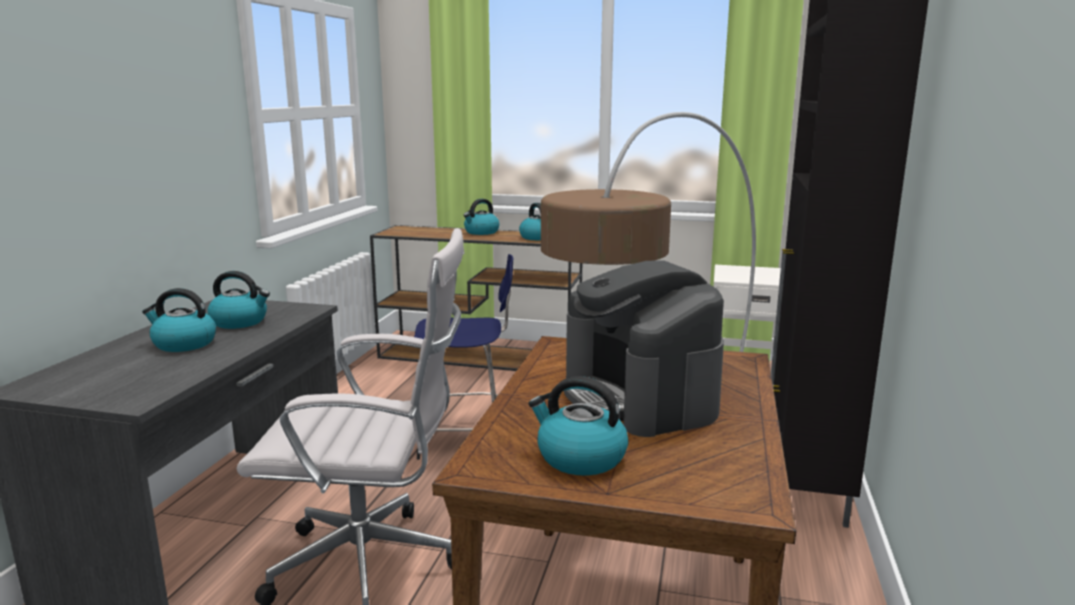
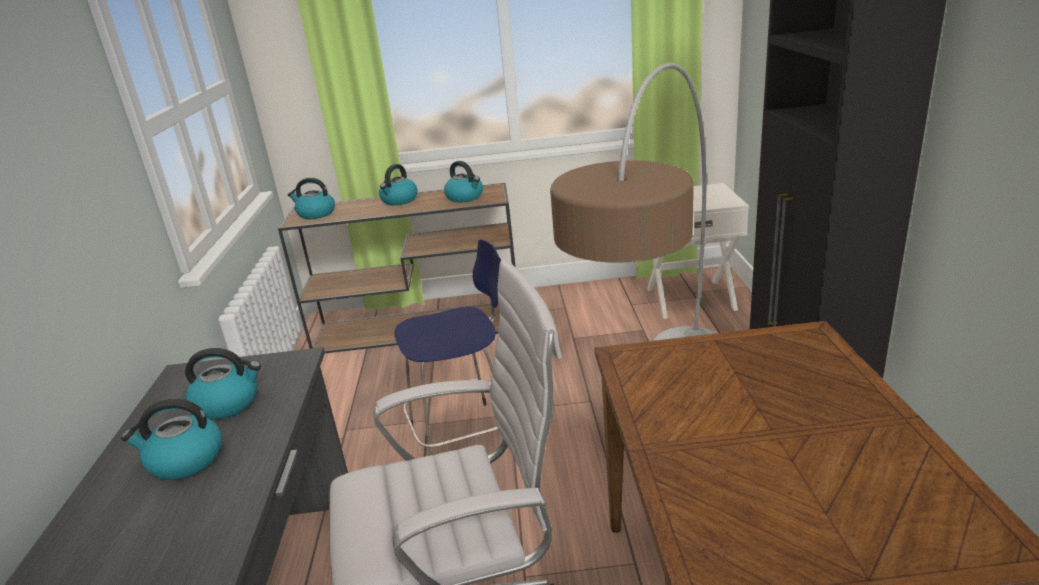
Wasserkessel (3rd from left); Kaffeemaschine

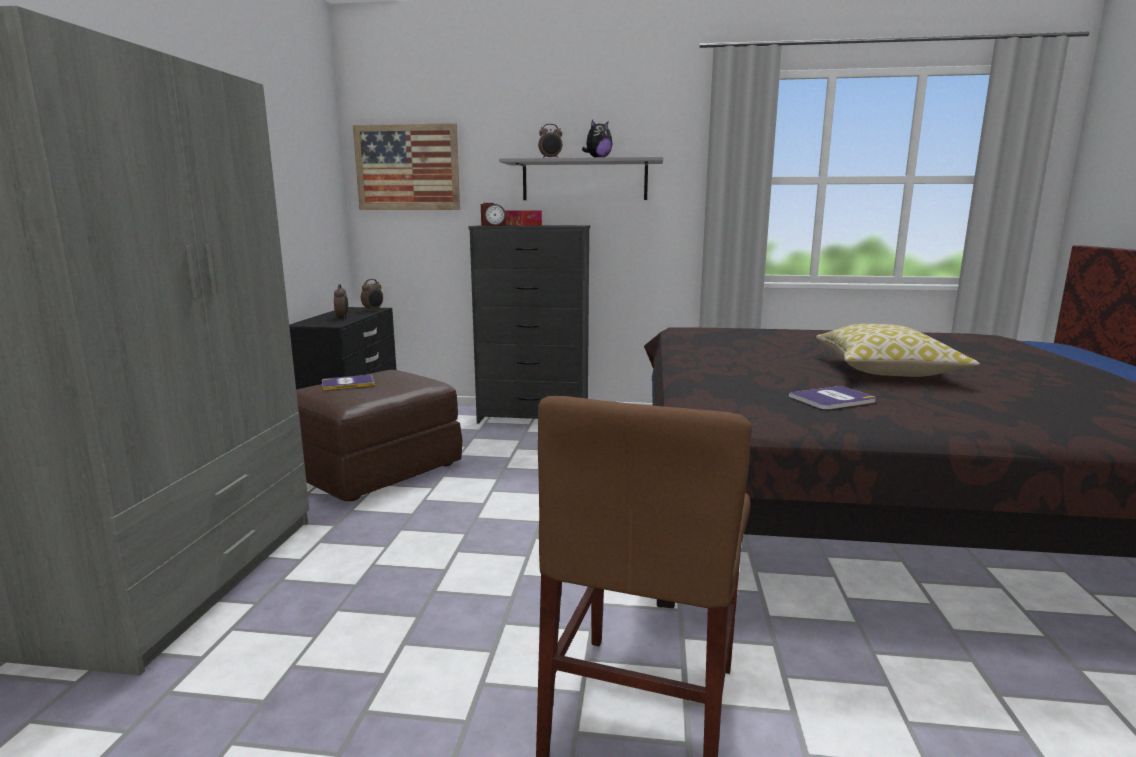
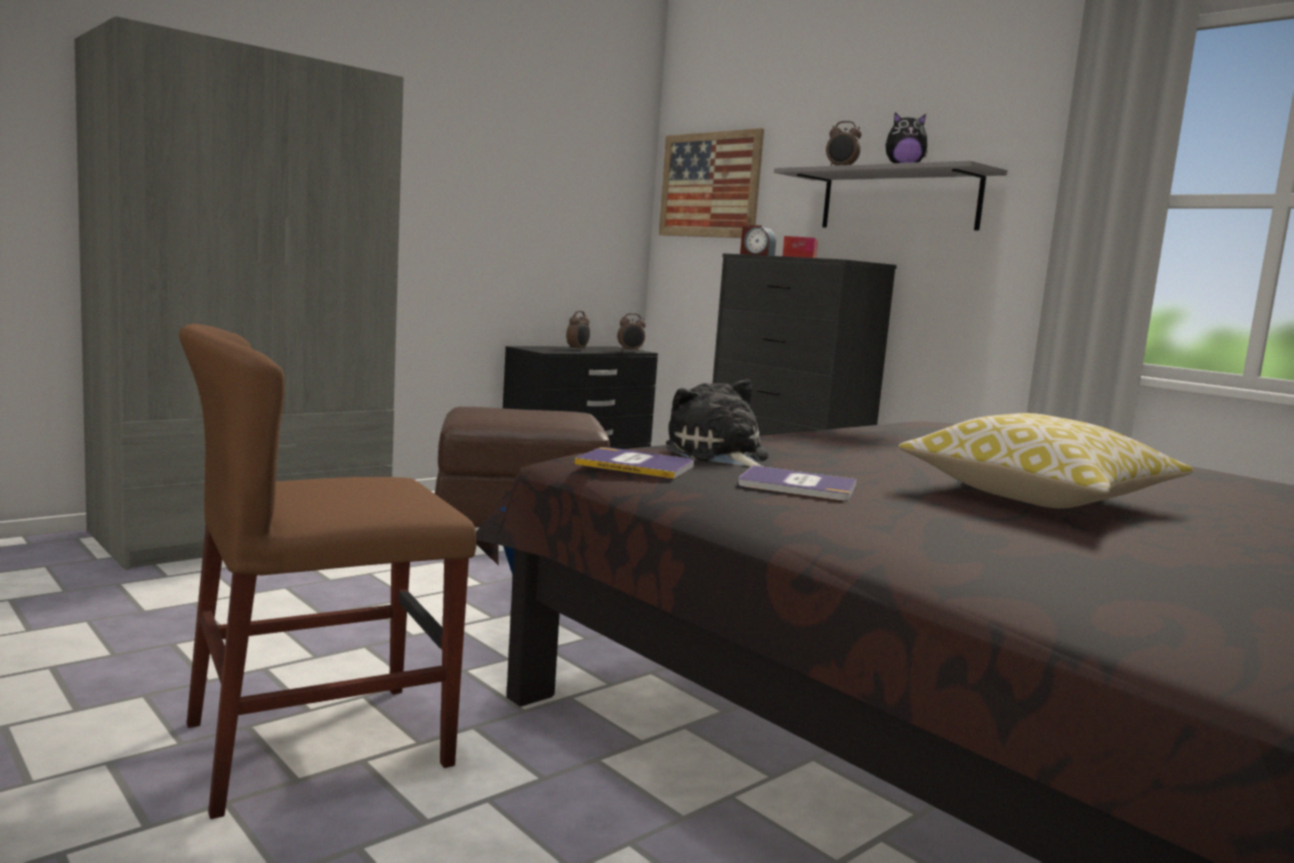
Buch (1st from left); Plüschtier (1st from left)

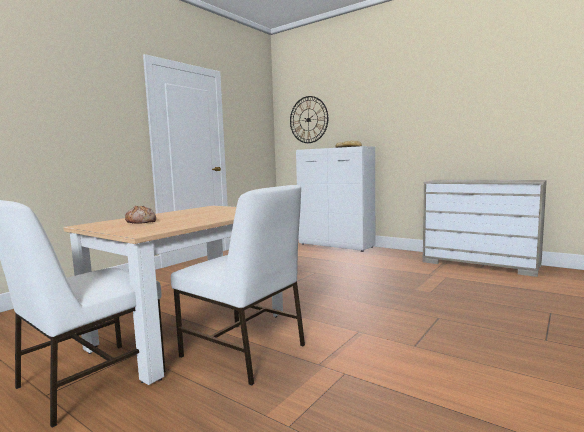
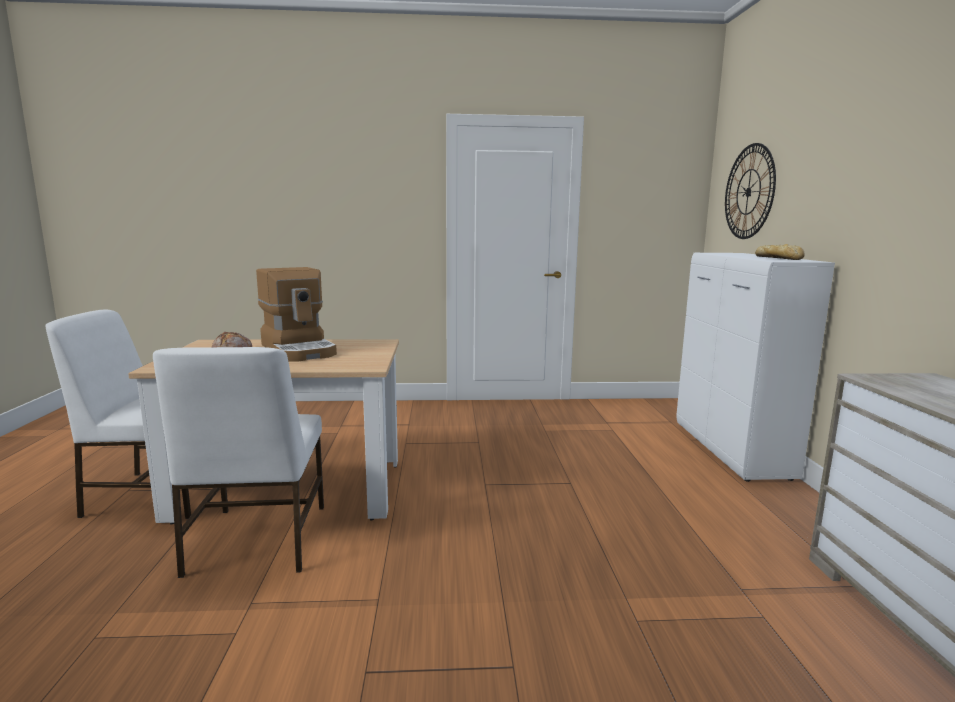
Kaffeemaschine

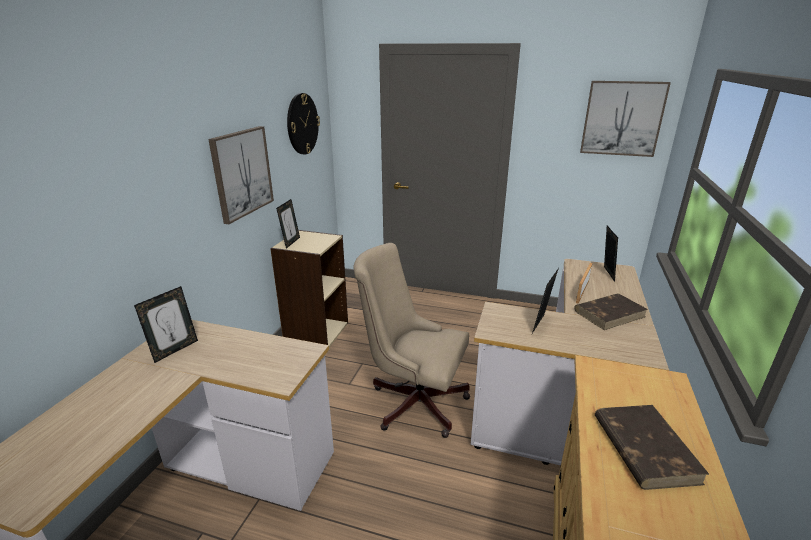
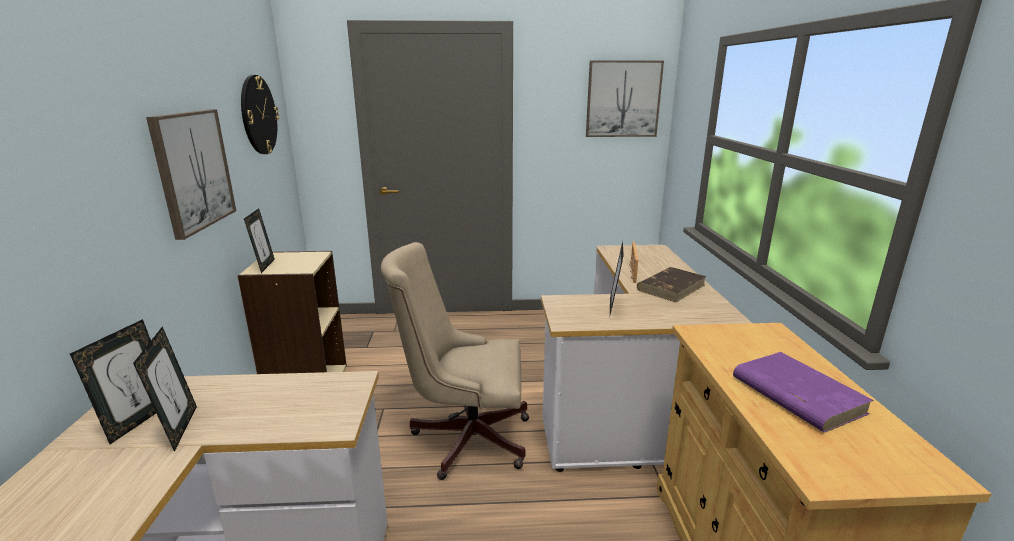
Buch [lila]; Bilderrahmen (2nd from left)

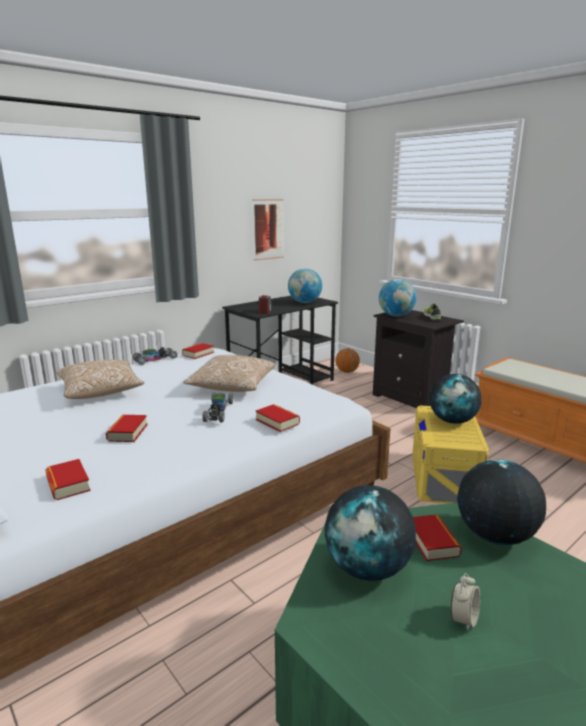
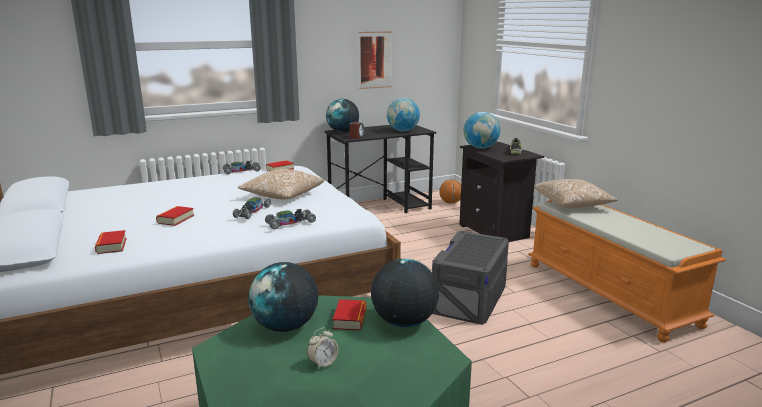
Kissen (2nd from left); Spielzeugauto (3rd from left); Aufbewahrungsbox [grau]; Globus (2nd from left)

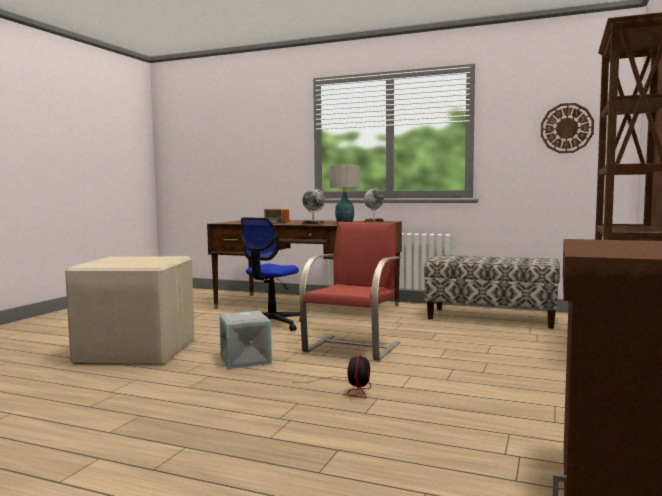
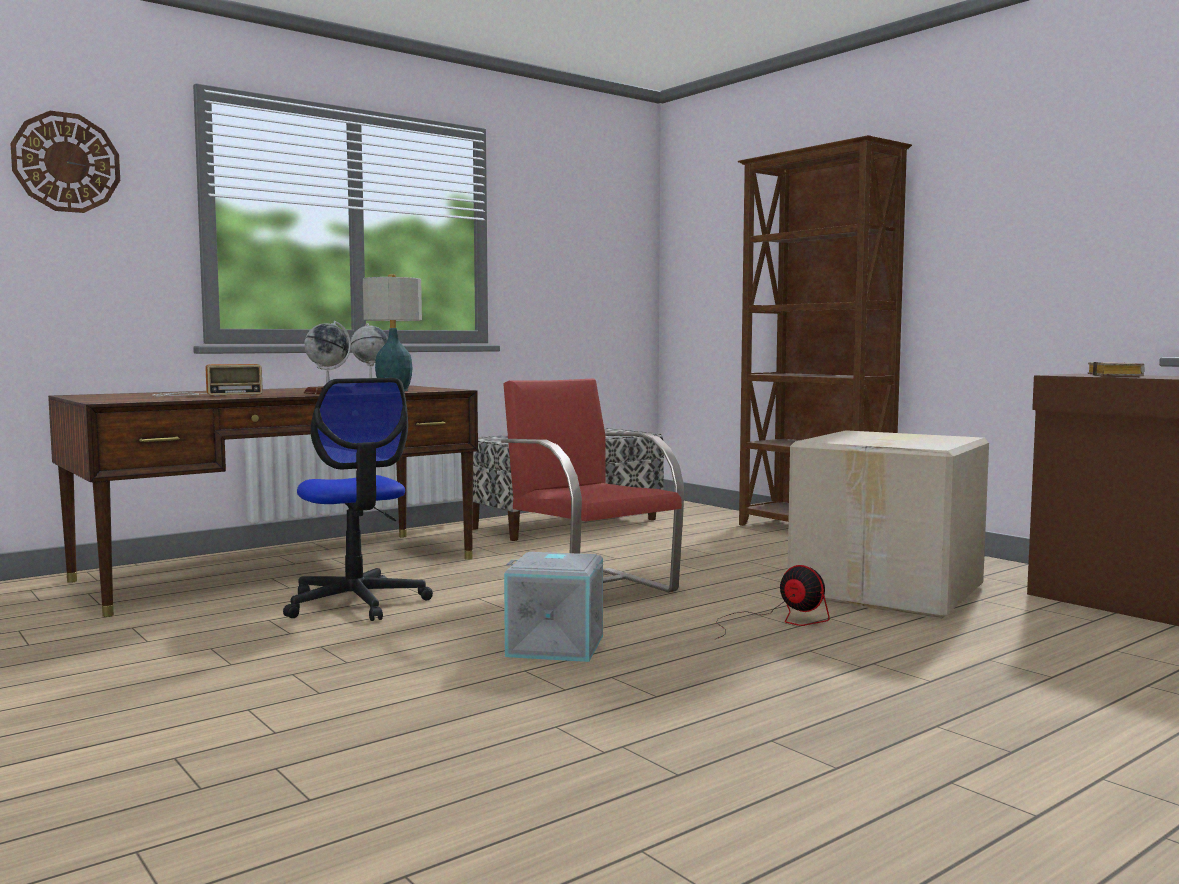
Karton; Wanduhr; Buch

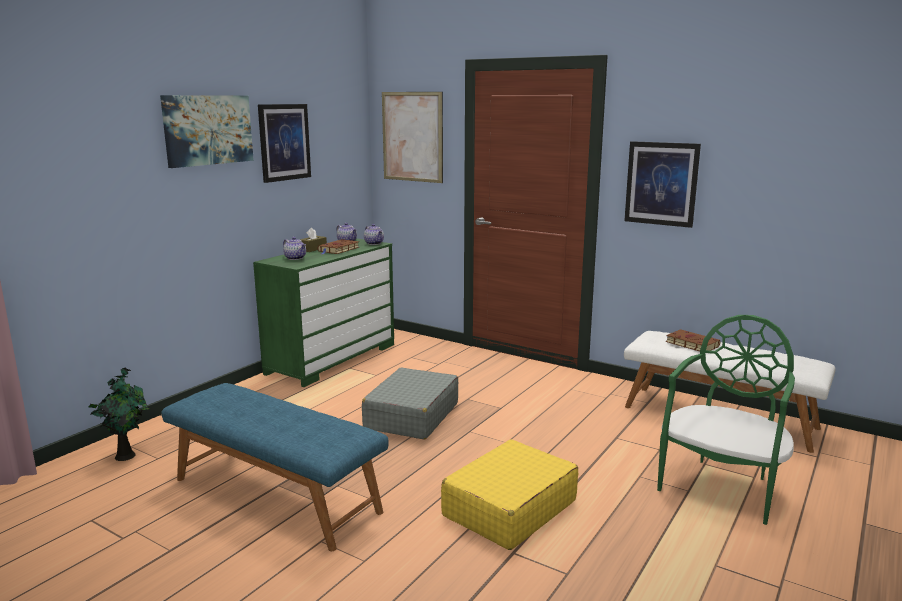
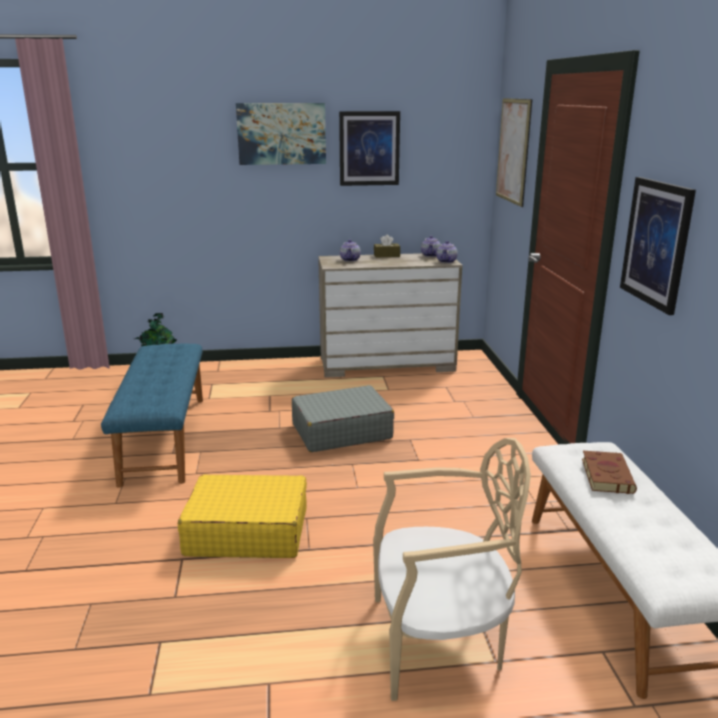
Kommode [beige]; Buch [braun] (1st from left in the first image); Stuhl [beige]

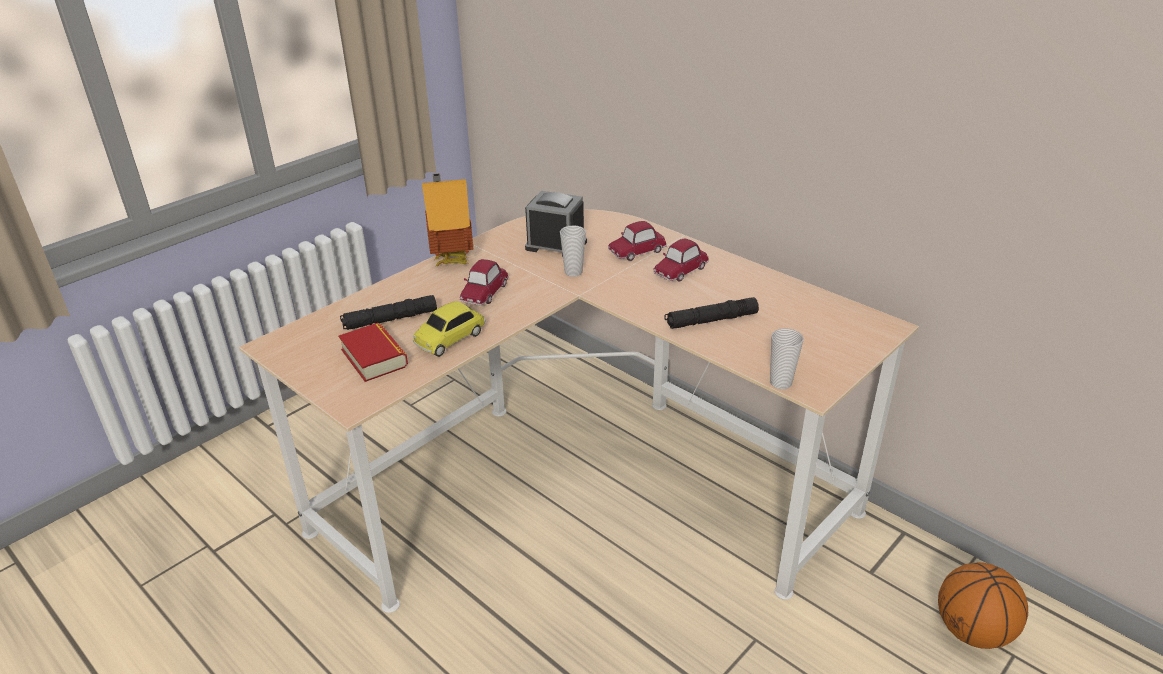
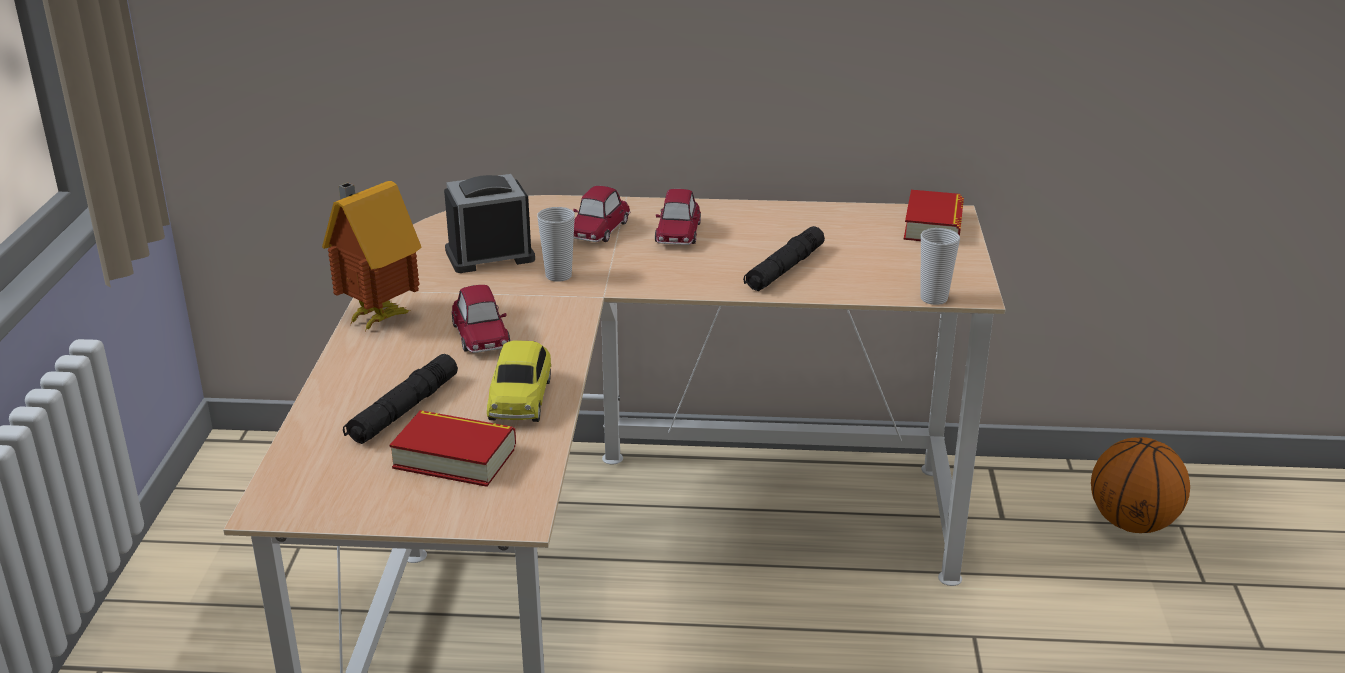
Buch (2nd from left)

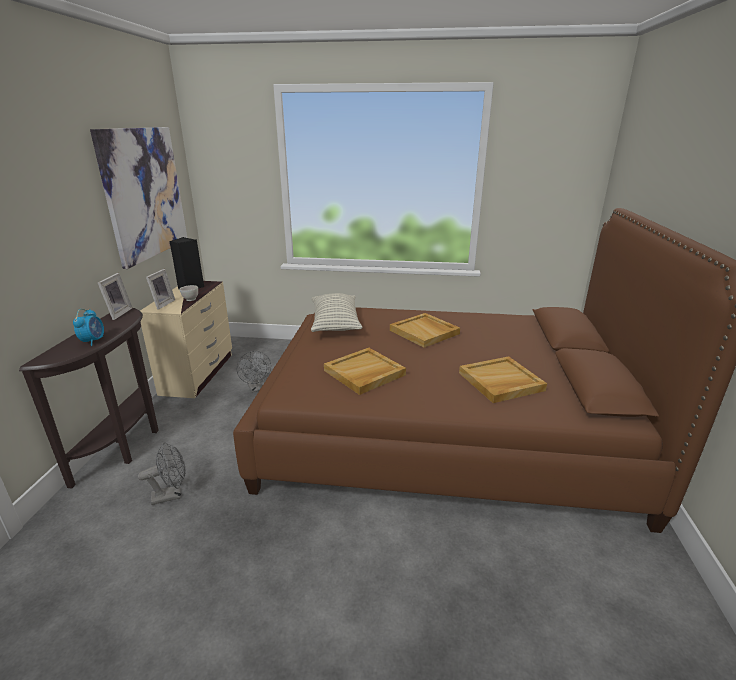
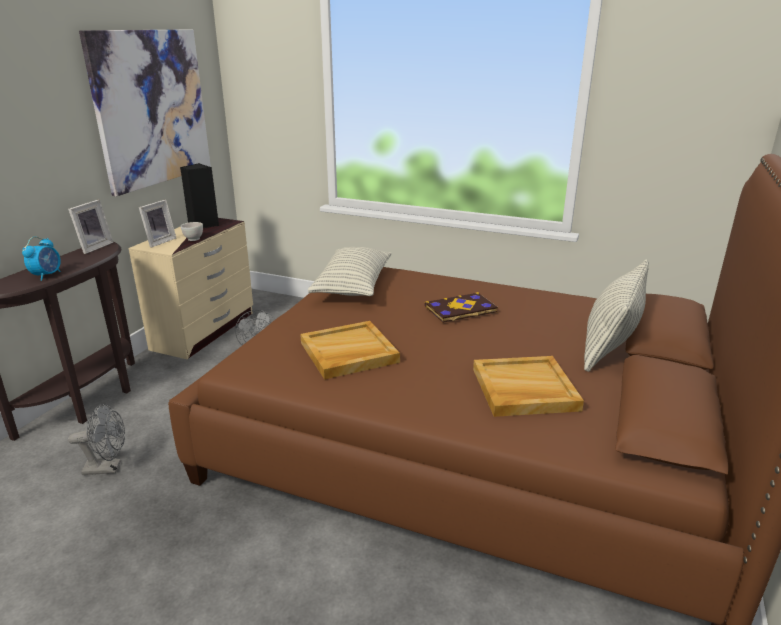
Buch; Kissen (2nd from left)

